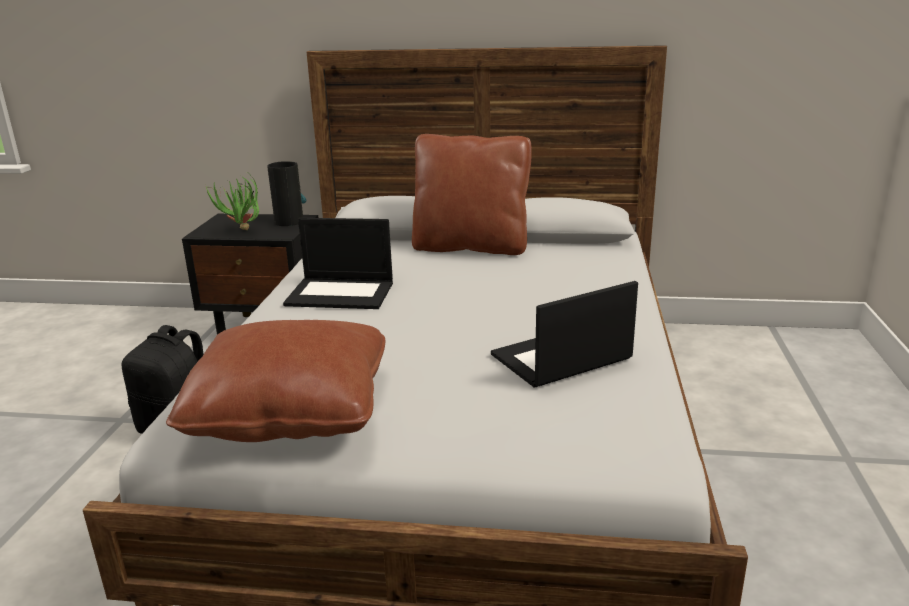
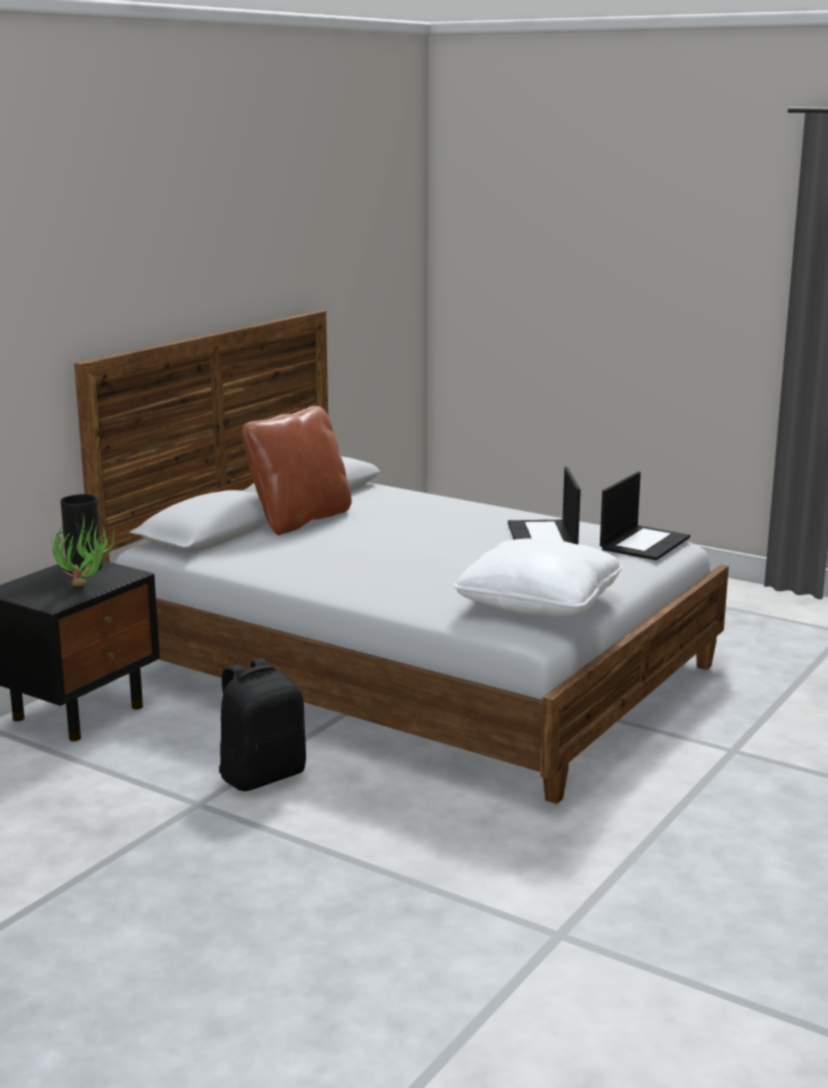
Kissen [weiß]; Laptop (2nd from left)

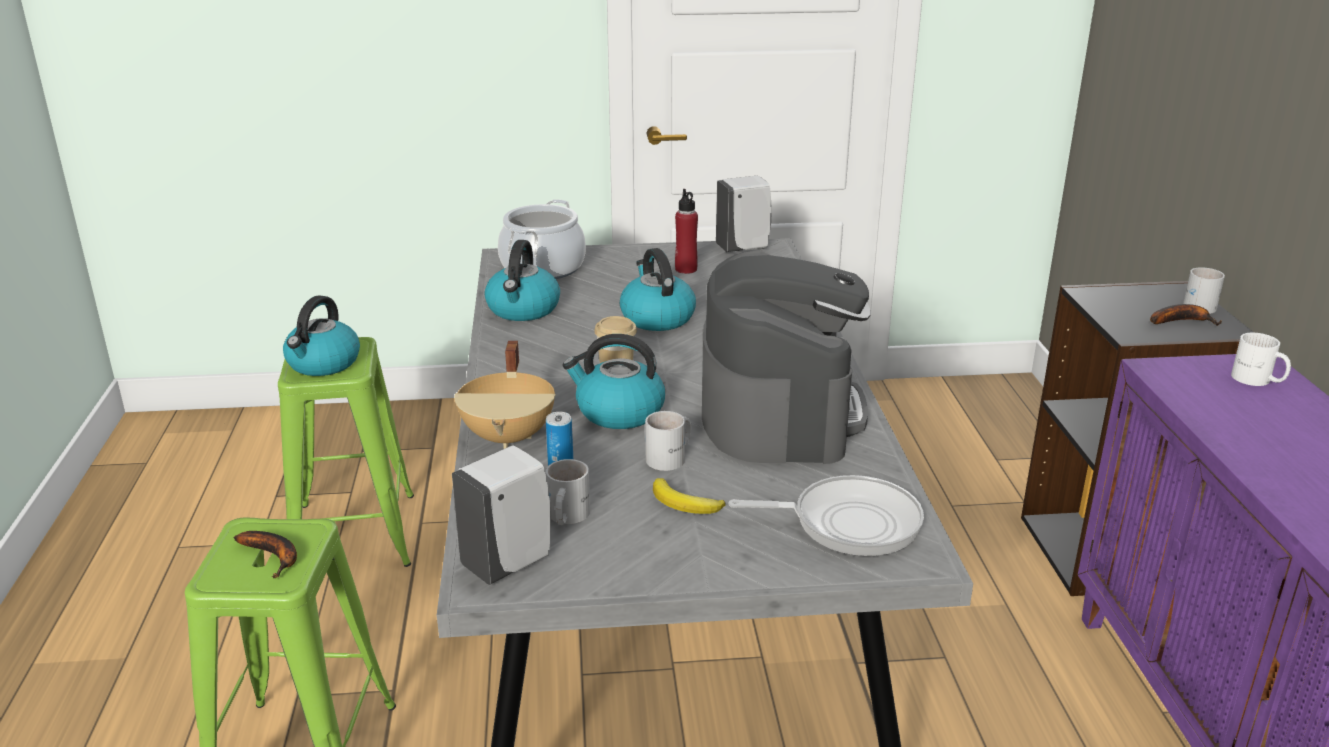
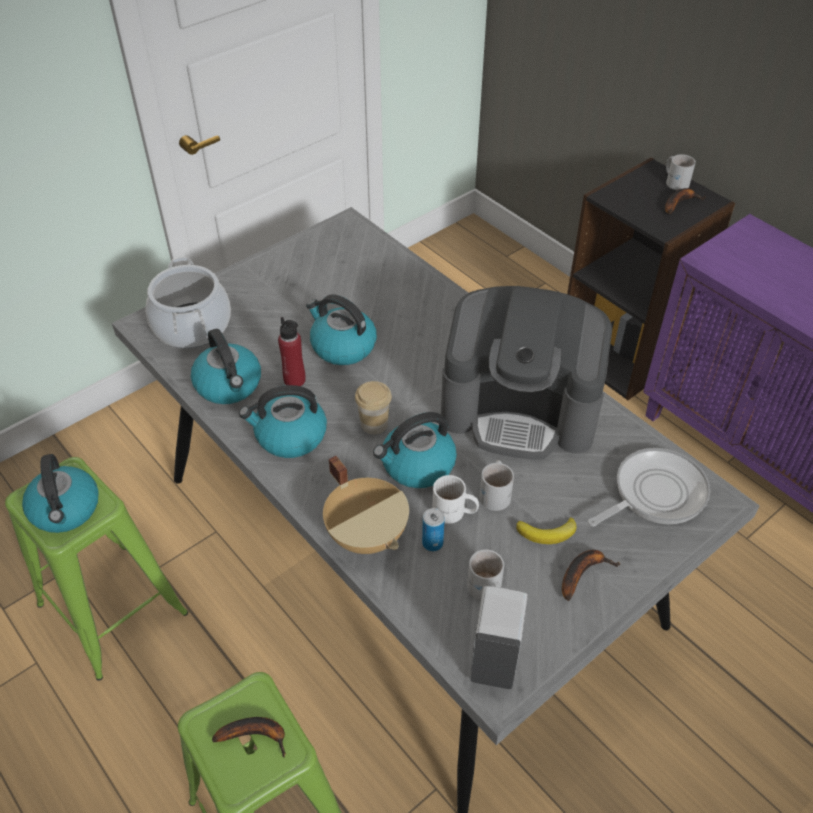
Flasche [rot]; Kaffeemaschine; Seifenspender [weiß] (2nd from left in the first image); Henkelbecher [weiß] (1st from left); Wasserkessel (3rd from left); Banane (3rd from left)

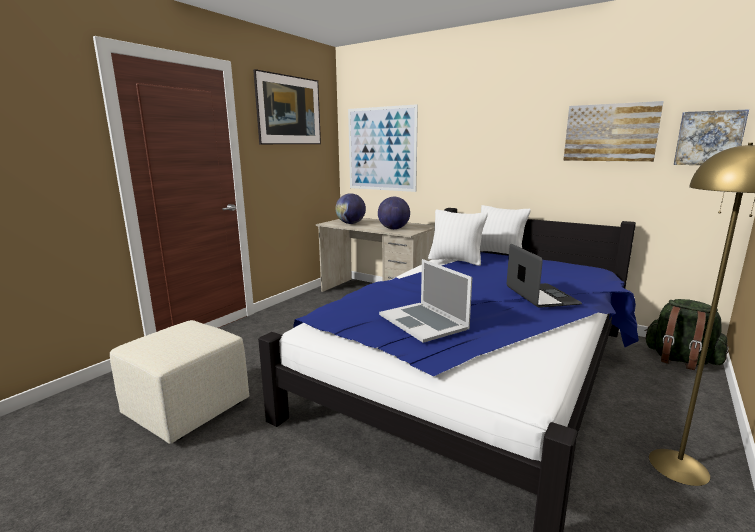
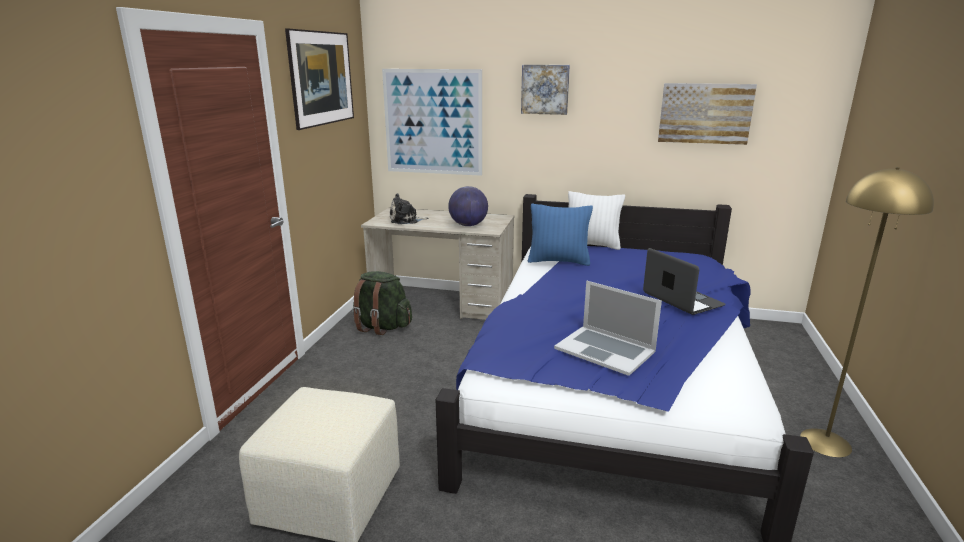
Plüschtier; Kissen [blau]; Rucksack [grün]; Bild (3rd from left)

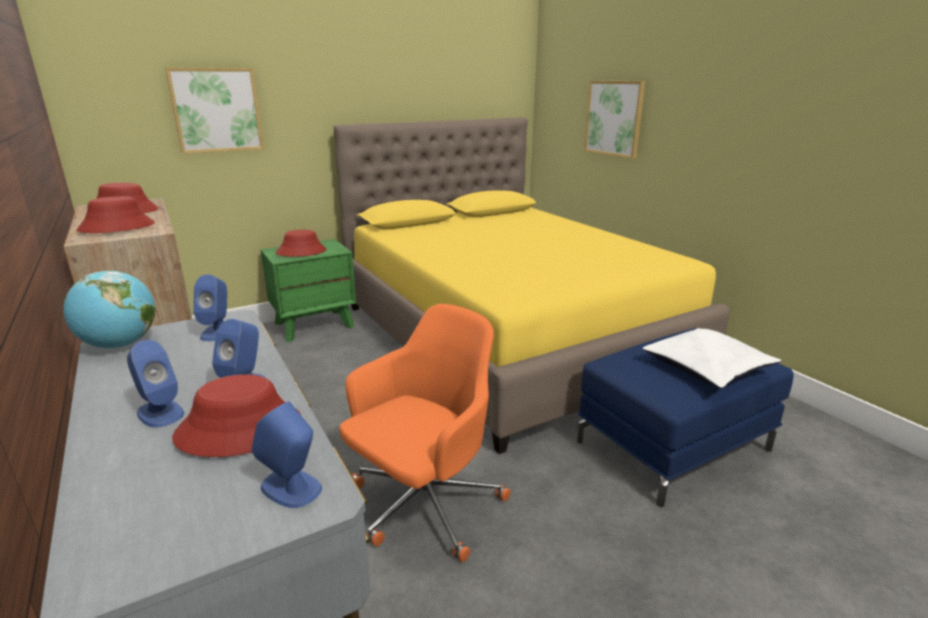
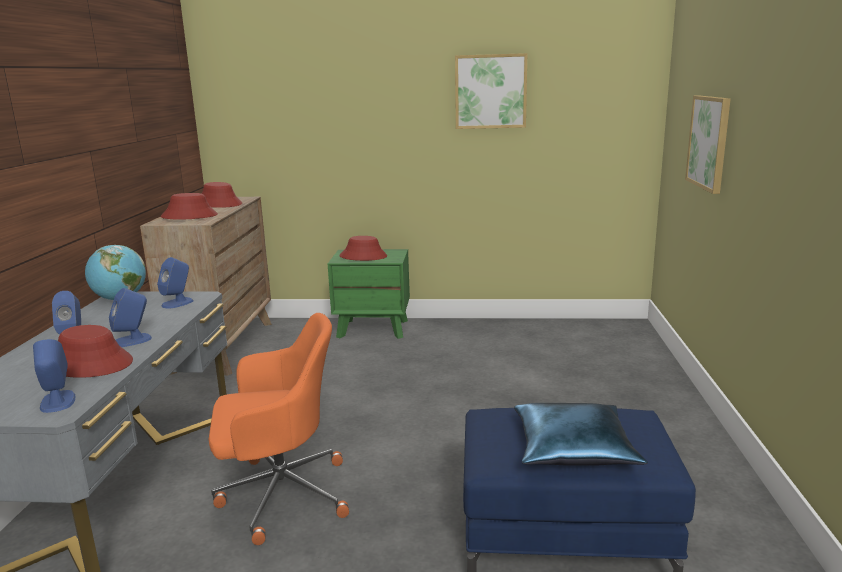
Bild (1st from left); Bett [gelb]; Kissen [blau]

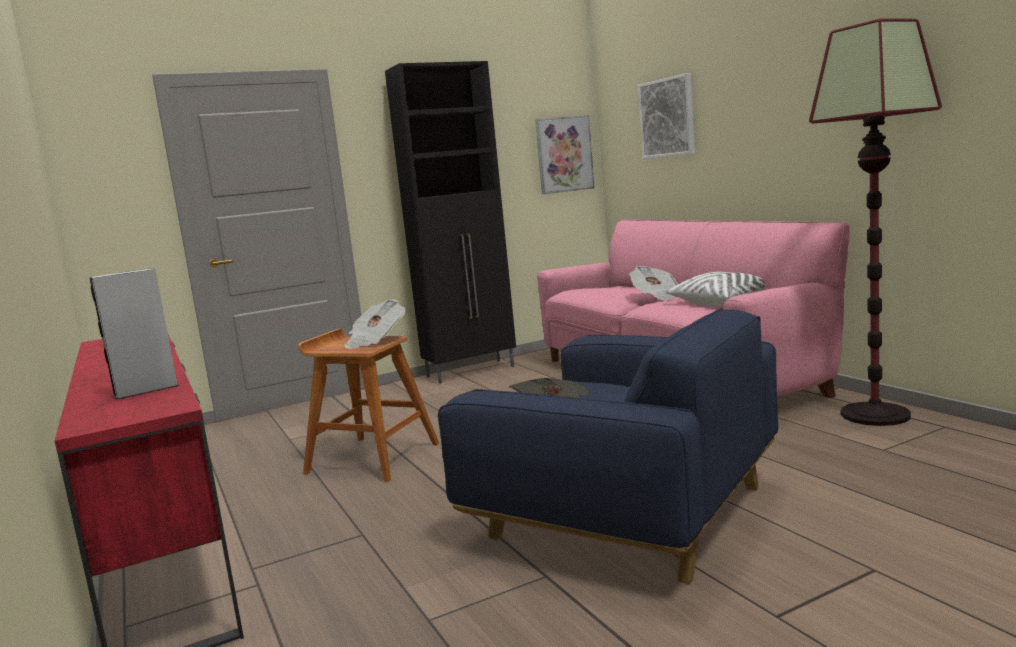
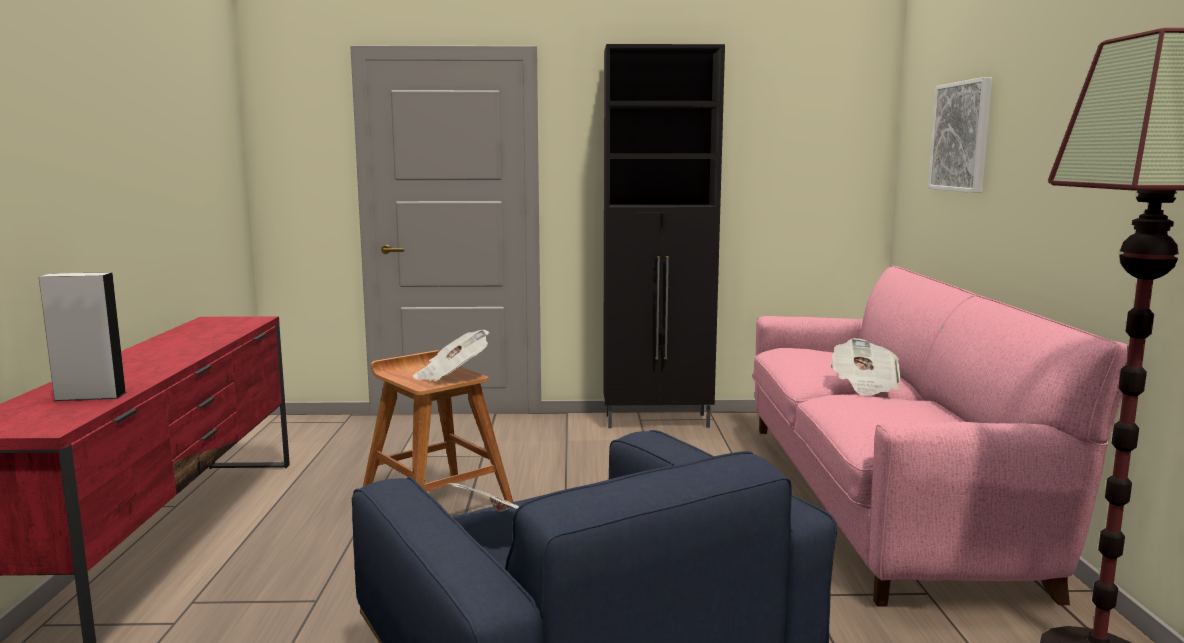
Bild (1st from left in the first image); Kissen [weiß]

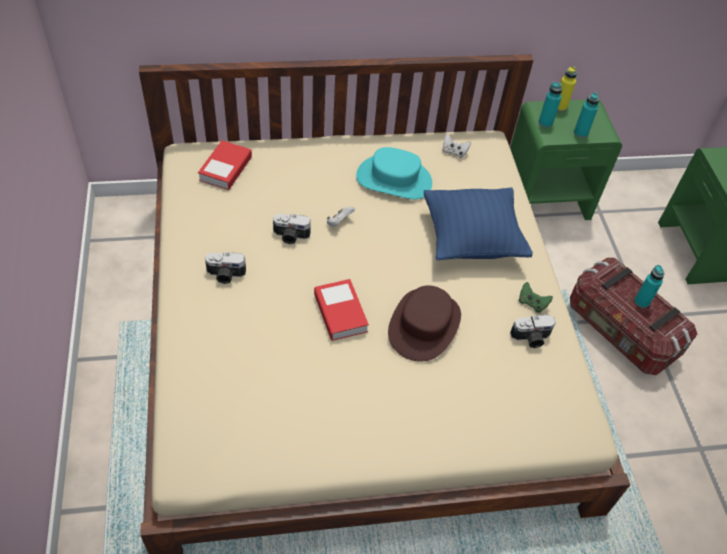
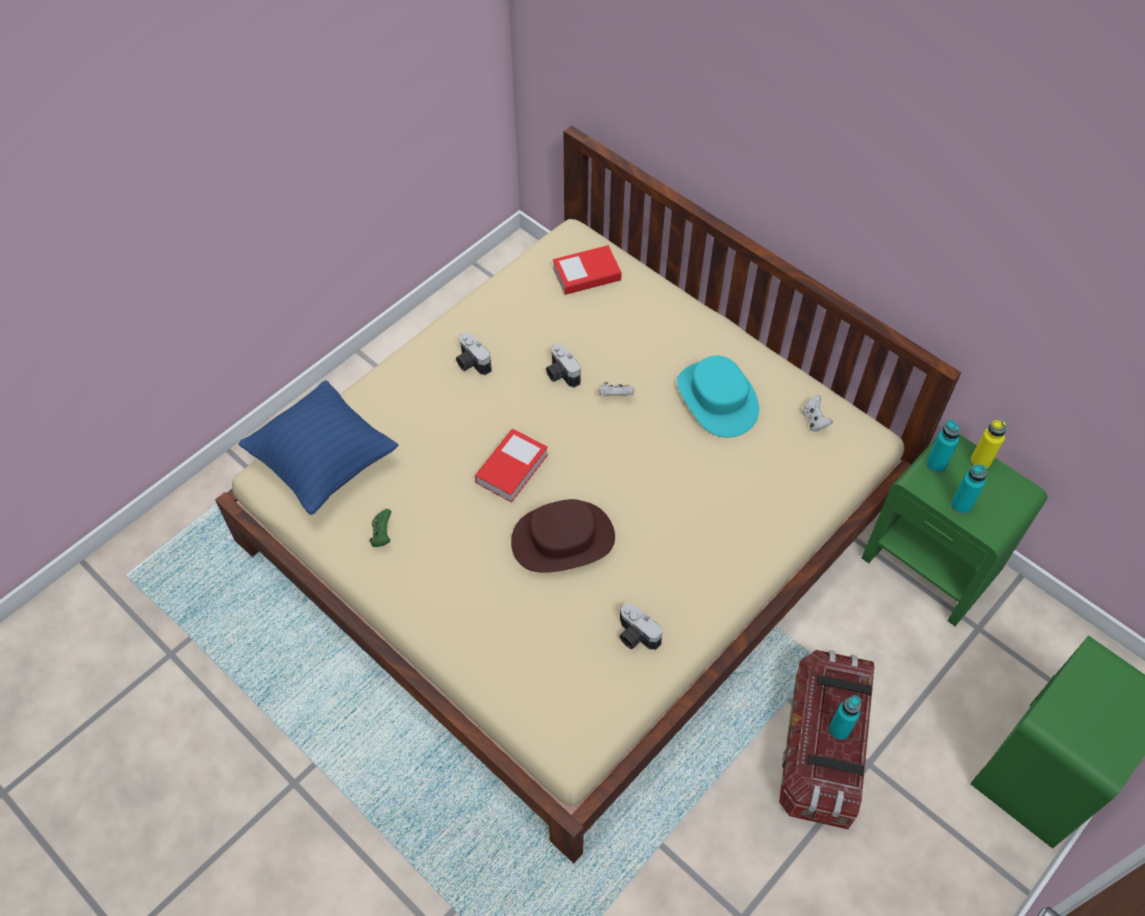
Kissen [blau]; Gamepad [grün]

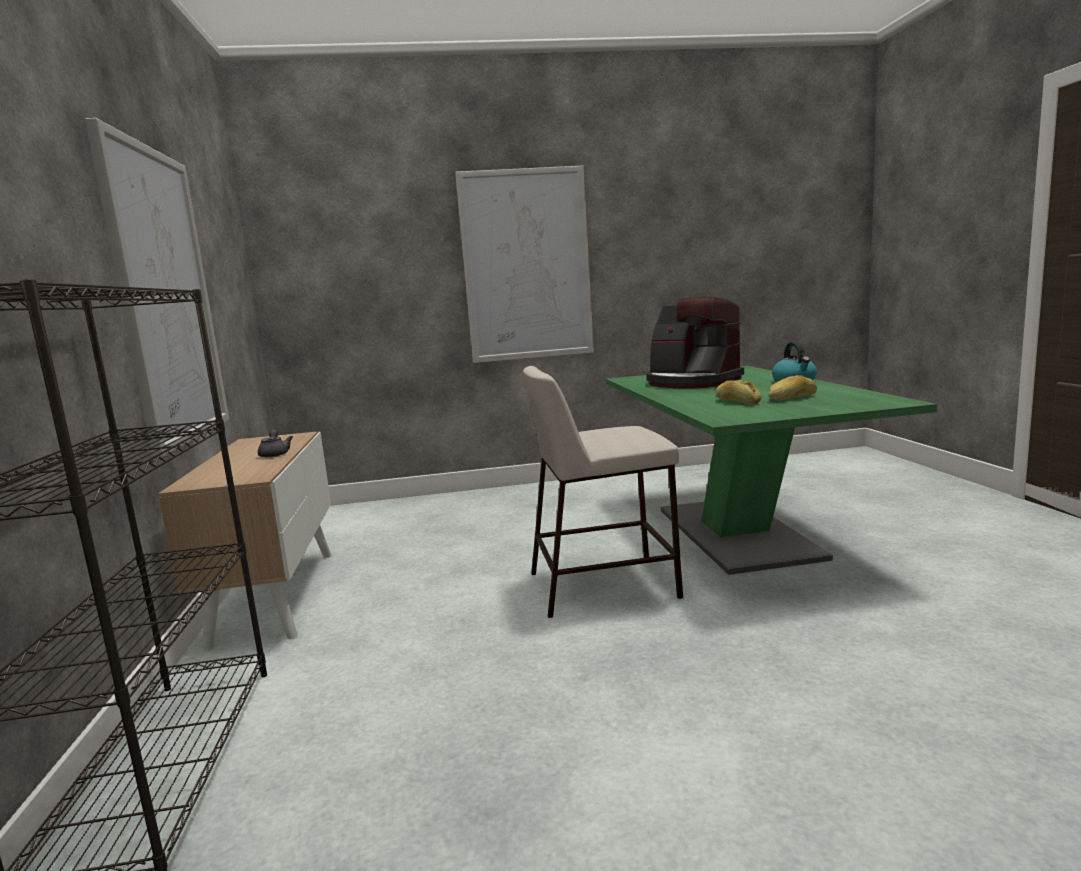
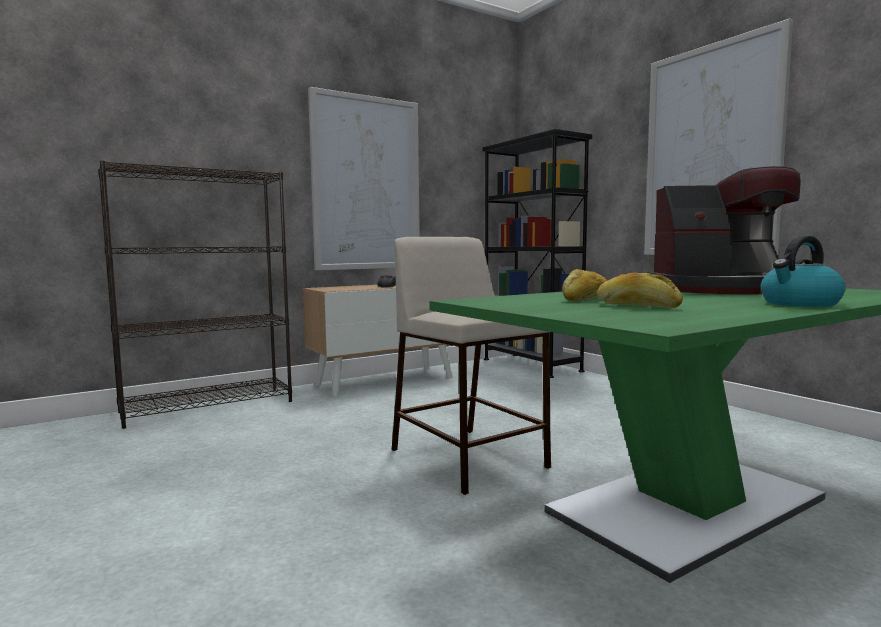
Kaffeemaschine; Bücherregal [schwarz] (2nd from left)

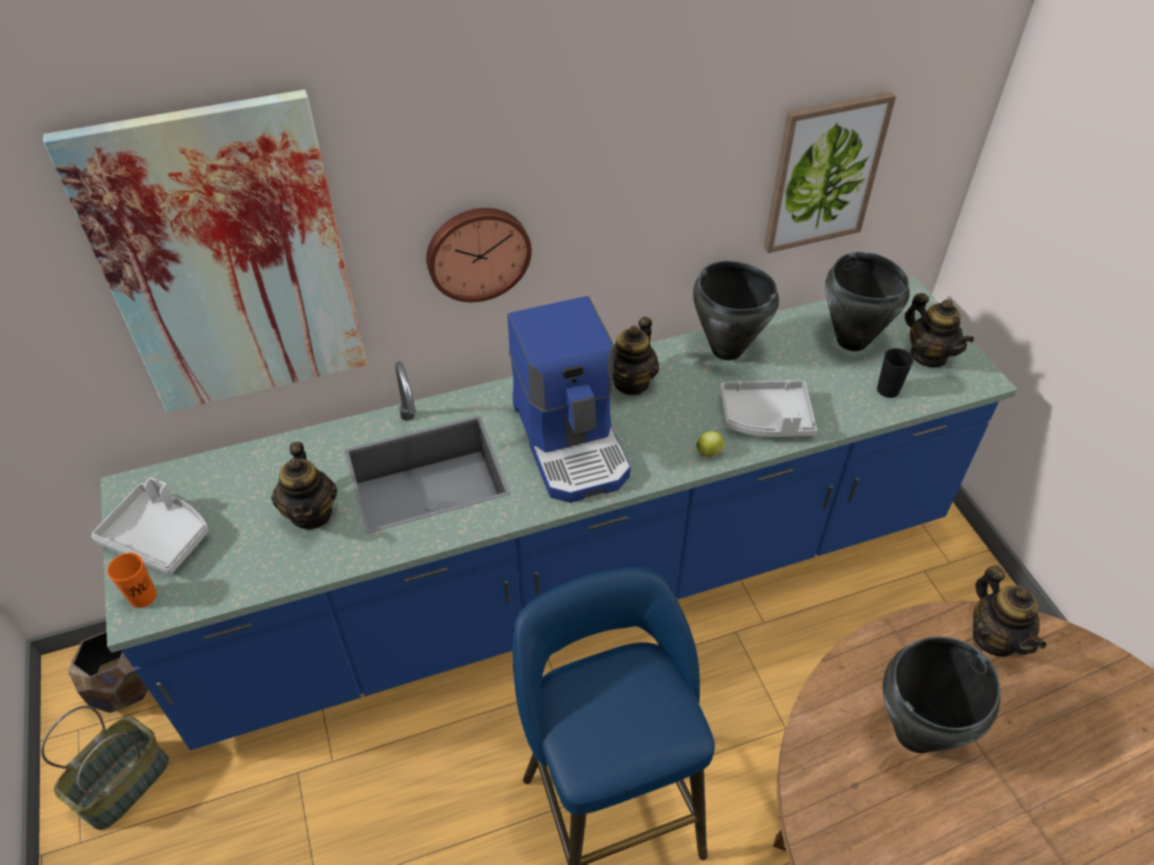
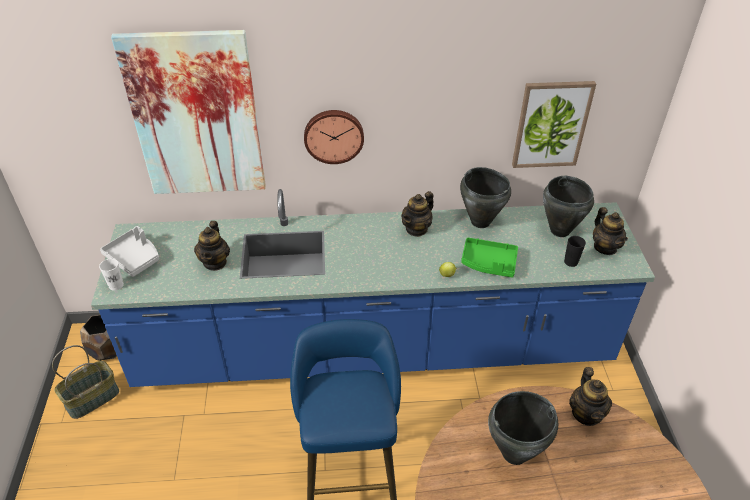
Tasse [weiß]; Kaffeemaschine; Tablett [grün]

